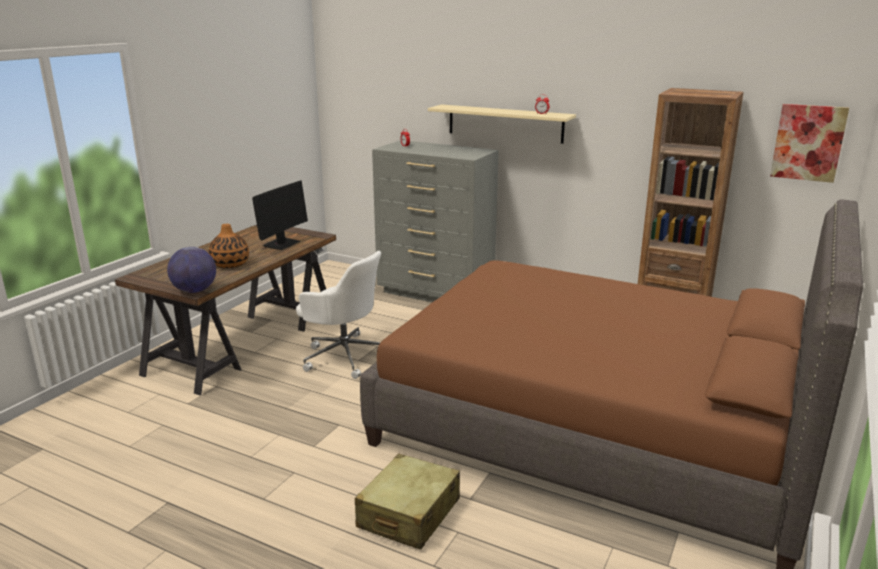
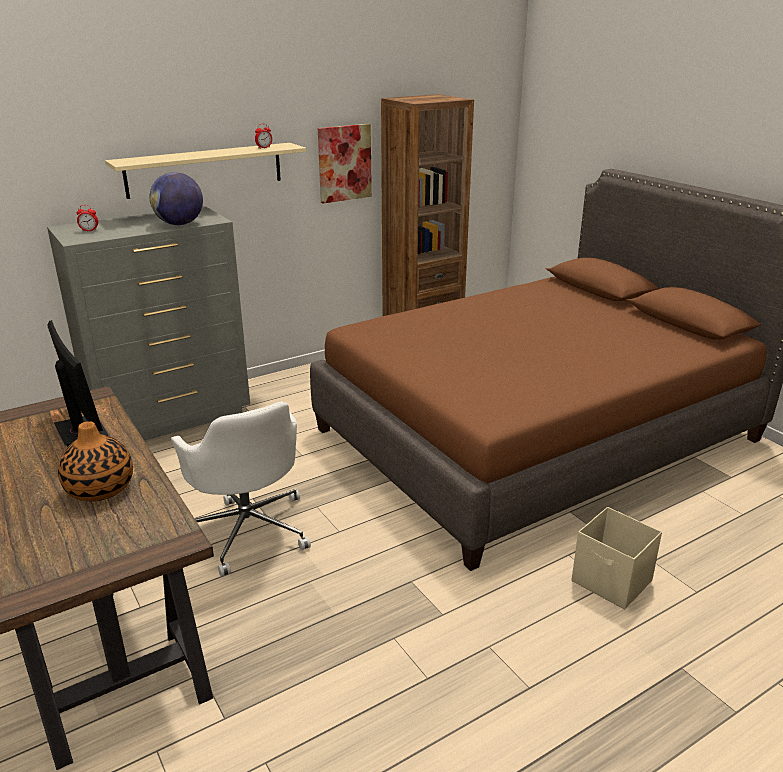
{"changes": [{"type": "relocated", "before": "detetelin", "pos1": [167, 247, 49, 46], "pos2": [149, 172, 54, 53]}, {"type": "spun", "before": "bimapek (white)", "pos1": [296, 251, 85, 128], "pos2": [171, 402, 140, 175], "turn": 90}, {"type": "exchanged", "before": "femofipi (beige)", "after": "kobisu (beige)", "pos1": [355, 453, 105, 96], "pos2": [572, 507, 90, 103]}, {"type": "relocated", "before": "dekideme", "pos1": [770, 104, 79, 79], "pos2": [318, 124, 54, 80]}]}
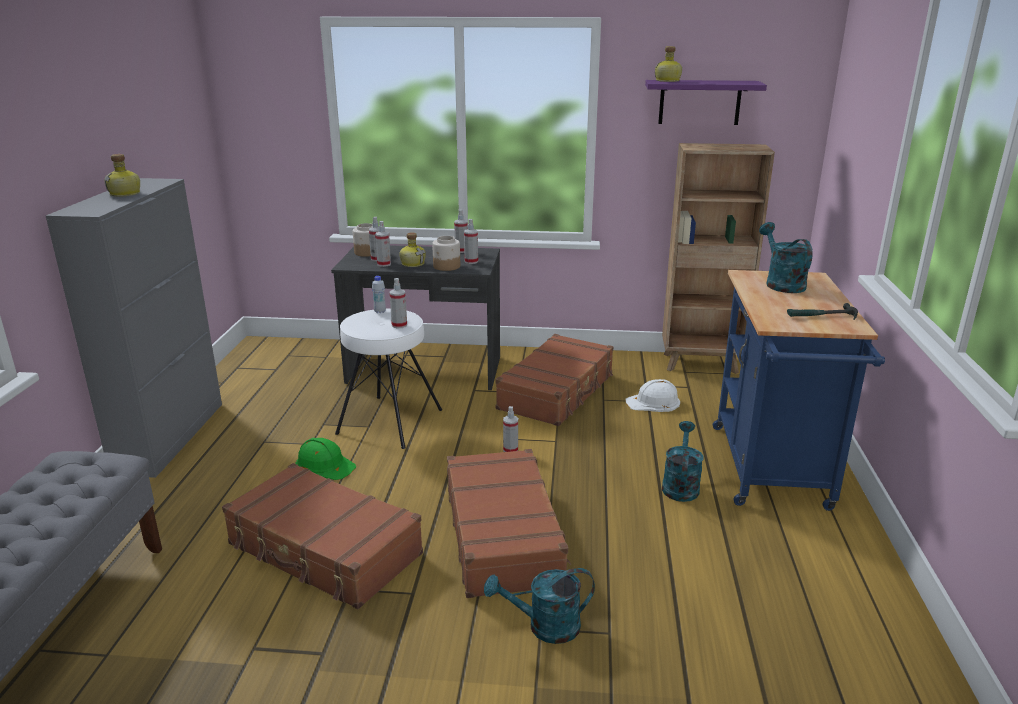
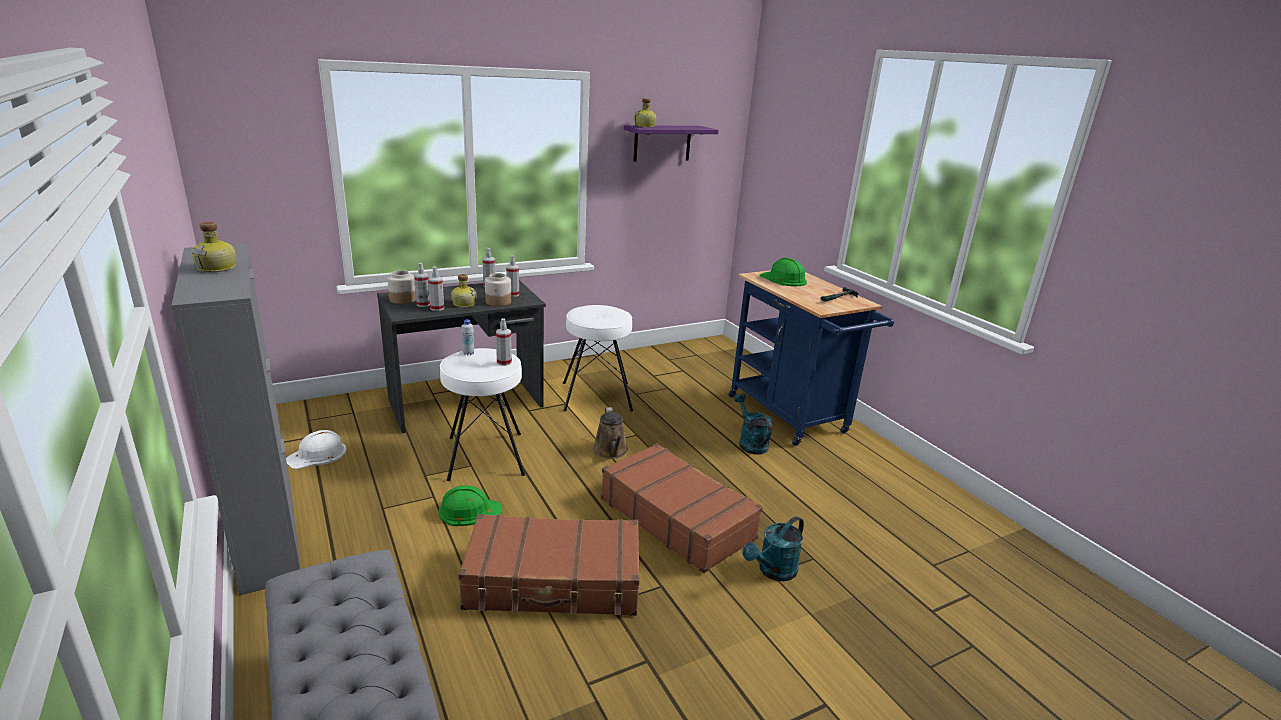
{"changes": [{"type": "exchanged", "before": "femofipi (brown)", "after": "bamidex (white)", "pos1": [496, 334, 117, 92], "pos2": [563, 305, 70, 106]}, {"type": "exchanged", "before": "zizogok", "after": "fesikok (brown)", "pos1": [503, 406, 15, 46], "pos2": [593, 407, 35, 51]}, {"type": "relocated", "before": "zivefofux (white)", "pos1": [625, 379, 55, 33], "pos2": [286, 430, 61, 39]}, {"type": "missing", "before": "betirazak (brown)", "pos1": [662, 143, 113, 231]}, {"type": "exchanged", "before": "fesikok (turquoise)", "after": "zivefofux (green)", "pos1": [759, 222, 54, 71], "pos2": [760, 258, 47, 28]}]}
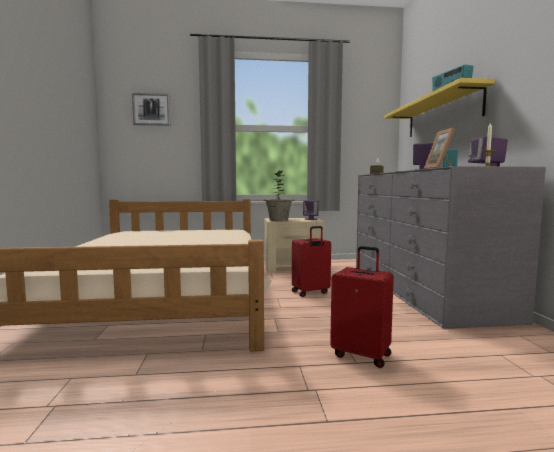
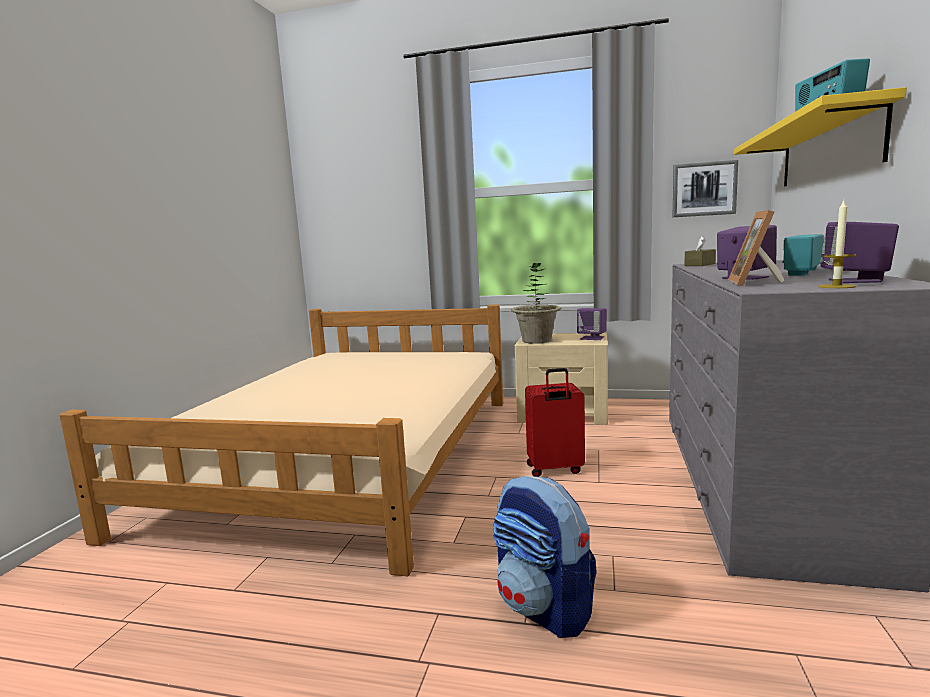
{"changes": [{"type": "relocated", "before": "dekideme", "pos1": [132, 93, 38, 33], "pos2": [673, 160, 65, 57]}, {"type": "exchanged", "before": "femofipi (red)", "after": "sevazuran", "pos1": [330, 246, 64, 122], "pos2": [493, 476, 104, 162]}]}
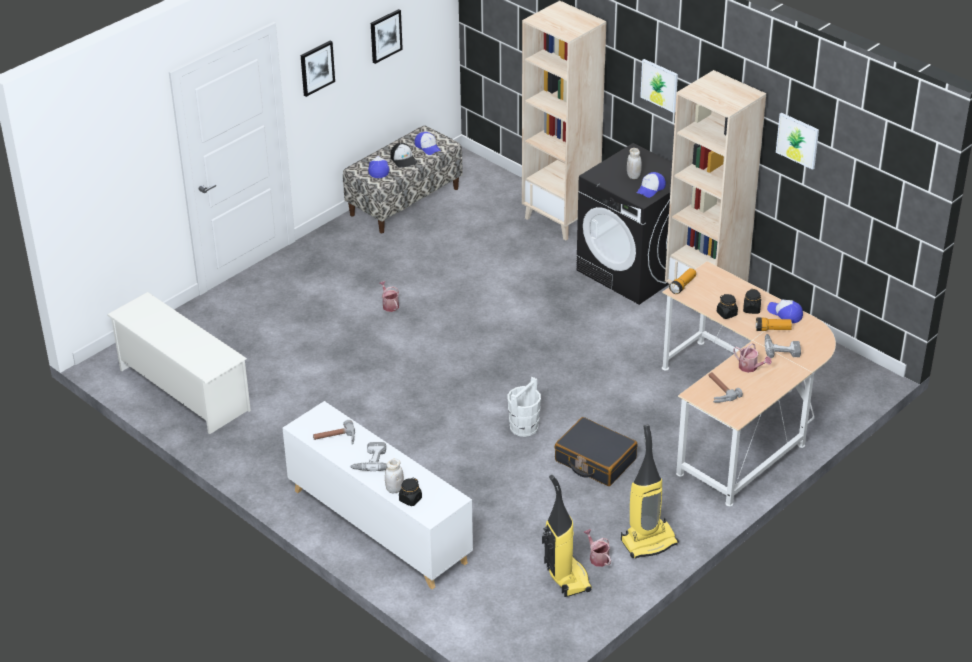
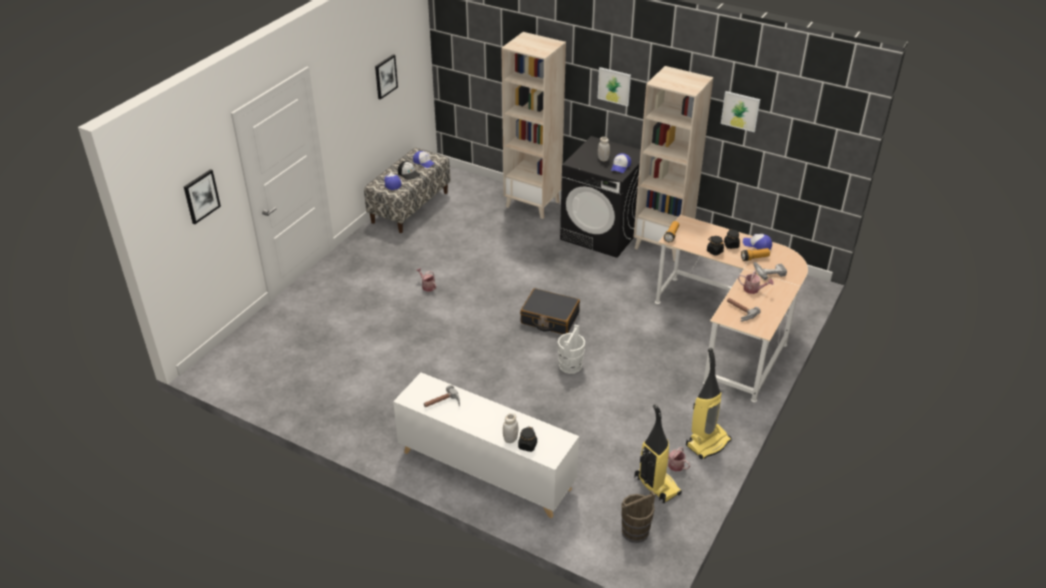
{"changes": [{"type": "missing", "before": "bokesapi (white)", "pos1": [107, 292, 144, 142]}, {"type": "relocated", "before": "dekideme", "pos1": [301, 41, 34, 56], "pos2": [184, 169, 37, 55]}, {"type": "missing", "before": "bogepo", "pos1": [350, 442, 37, 30]}, {"type": "relocated", "before": "femofipi (black)", "pos1": [554, 417, 83, 69], "pos2": [520, 288, 60, 46]}, {"type": "appeared", "after": "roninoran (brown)", "pos2": [621, 490, 34, 53]}]}
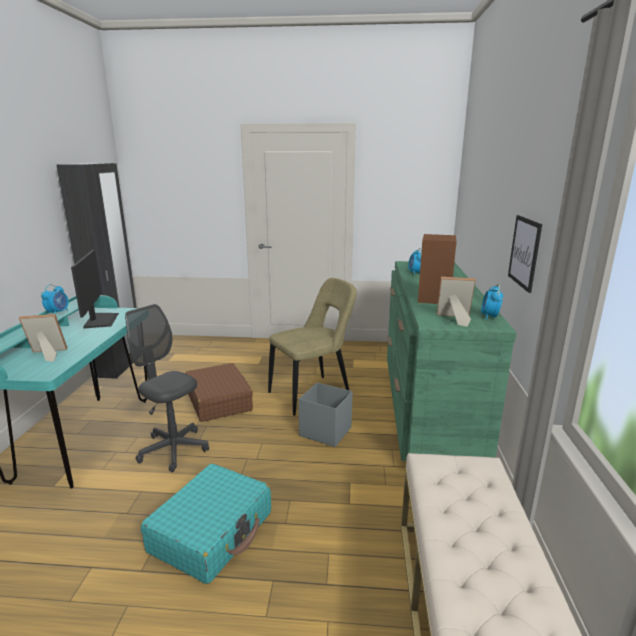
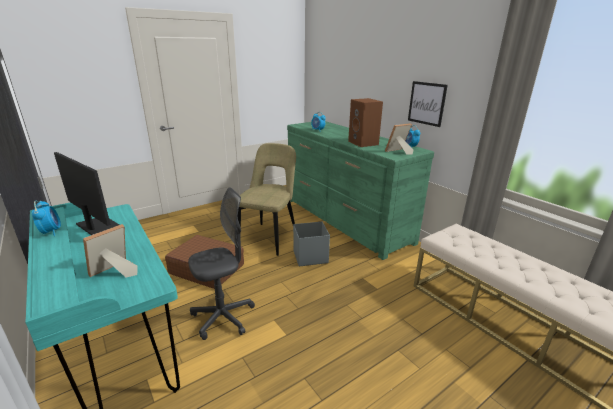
{"changes": [{"type": "spun", "before": "bimapek (grey)", "pos1": [125, 304, 84, 168], "pos2": [188, 187, 67, 153], "turn": 150}, {"type": "missing", "before": "femofipi (turquoise)", "pos1": [141, 463, 130, 121]}]}
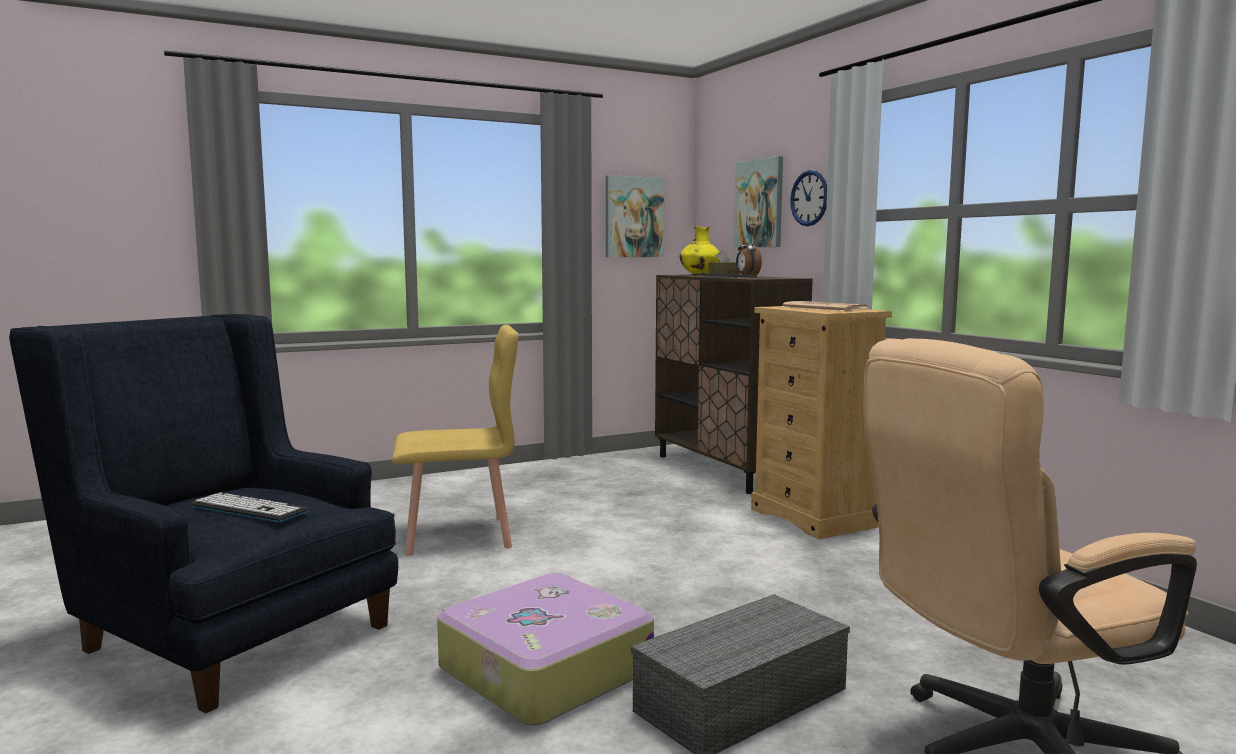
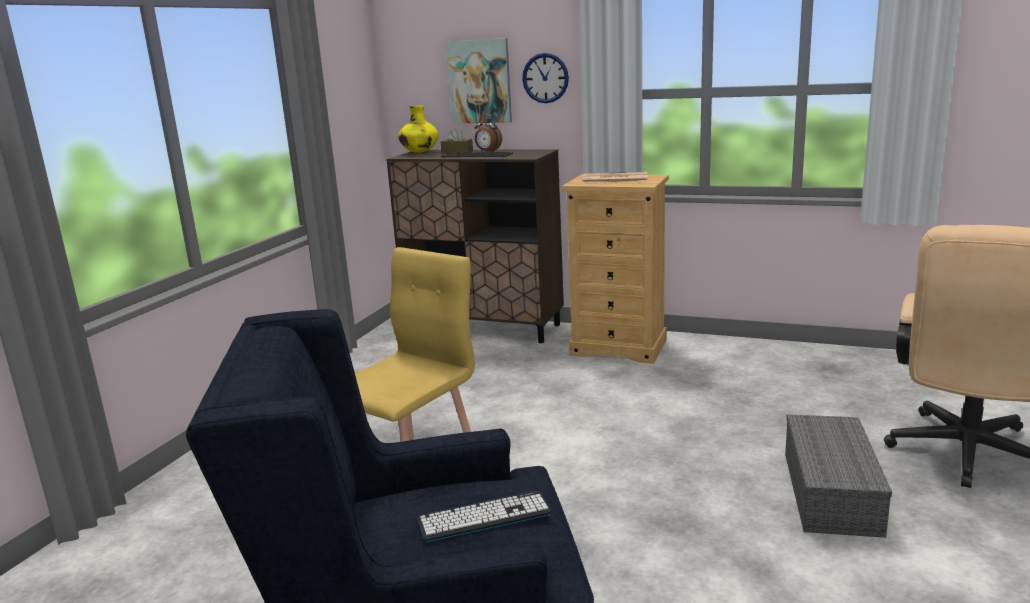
{"changes": [{"type": "missing", "before": "femofipi", "pos1": [437, 573, 217, 153]}, {"type": "missing", "before": "dekideme", "pos1": [606, 175, 58, 82]}]}
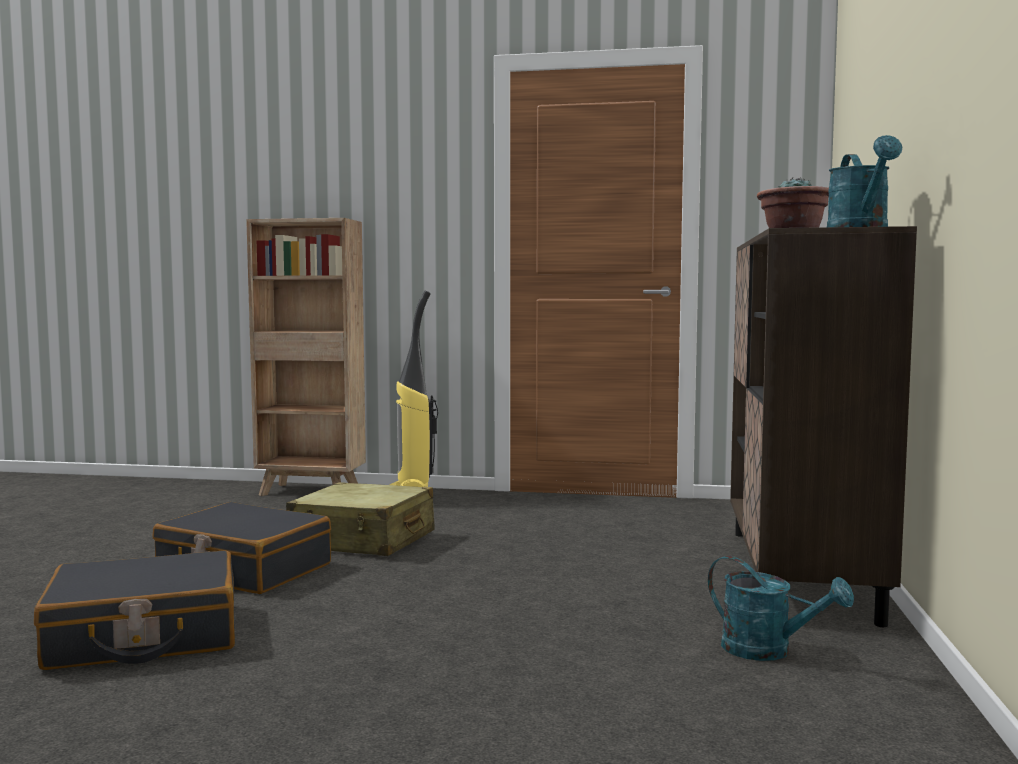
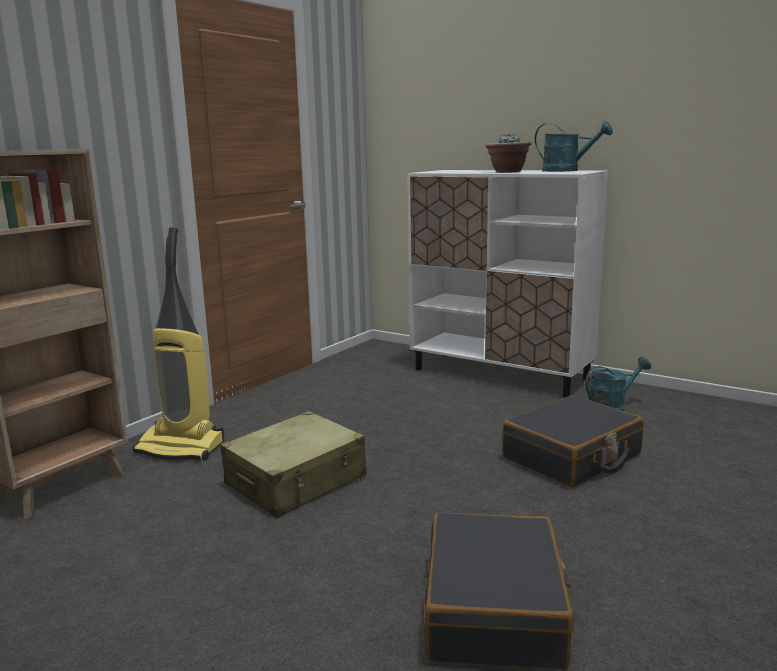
{"changes": [{"type": "relocated", "before": "femofipi (black)", "pos1": [153, 502, 178, 92], "pos2": [502, 395, 142, 92]}, {"type": "colour", "before": "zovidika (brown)", "after": "zovidika (white)", "pos1": [730, 226, 187, 401], "pos2": [407, 170, 201, 228]}]}
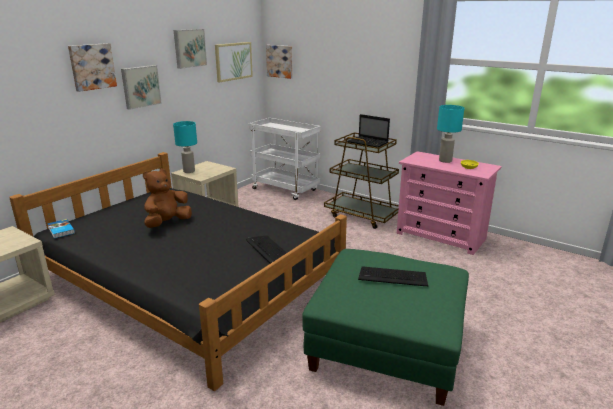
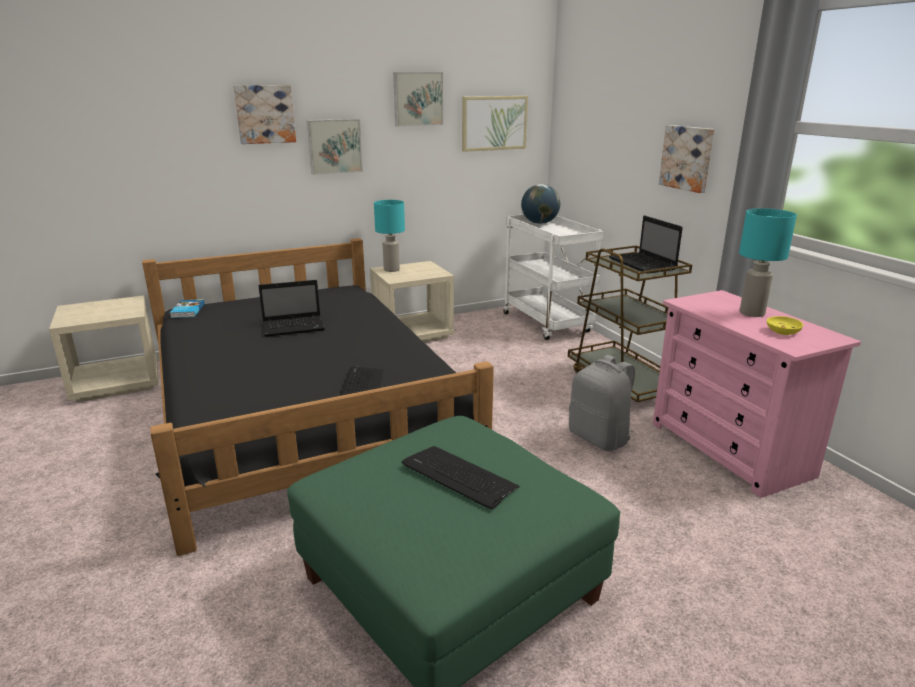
{"changes": [{"type": "exchanged", "before": "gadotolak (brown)", "after": "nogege", "pos1": [143, 169, 49, 59], "pos2": [258, 280, 67, 57]}, {"type": "relocated", "before": "dekideme", "pos1": [266, 45, 27, 34], "pos2": [659, 125, 55, 68]}, {"type": "appeared", "after": "detetelin", "pos2": [521, 184, 39, 40]}, {"type": "appeared", "after": "sevazuran (grey)", "pos2": [569, 355, 66, 96]}]}
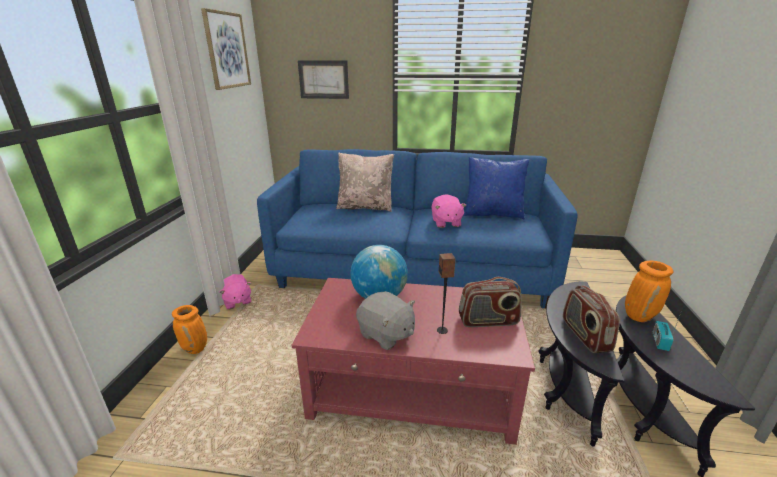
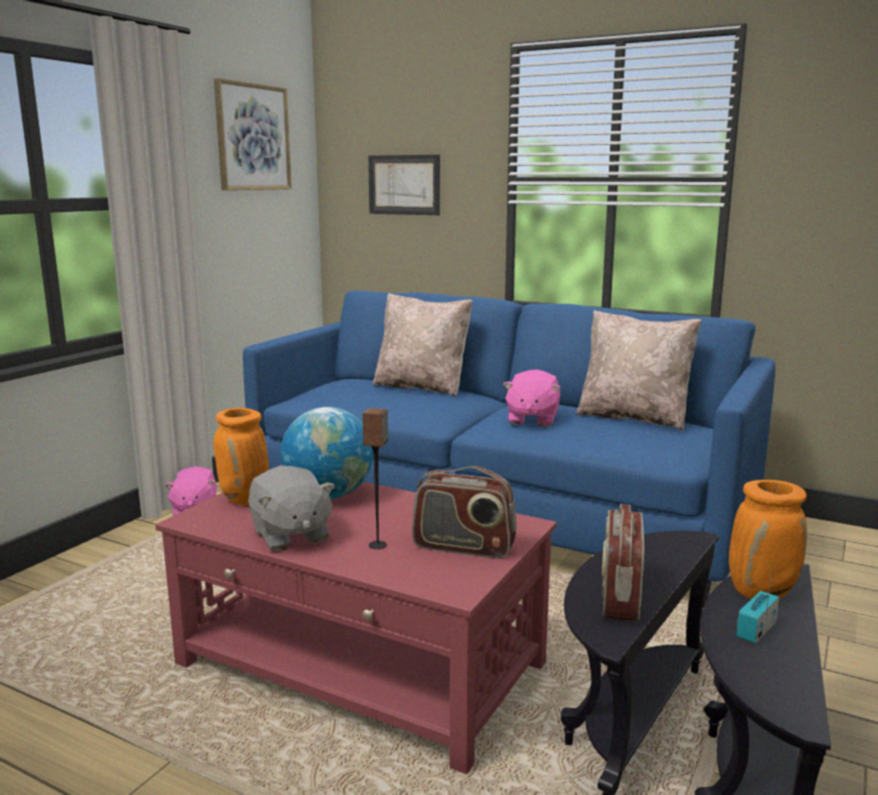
{"changes": [{"type": "relocated", "before": "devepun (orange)", "pos1": [172, 305, 35, 49], "pos2": [214, 408, 55, 97]}, {"type": "colour", "before": "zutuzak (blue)", "after": "zutuzak (beige)", "pos1": [463, 157, 66, 63], "pos2": [576, 310, 126, 121]}]}
